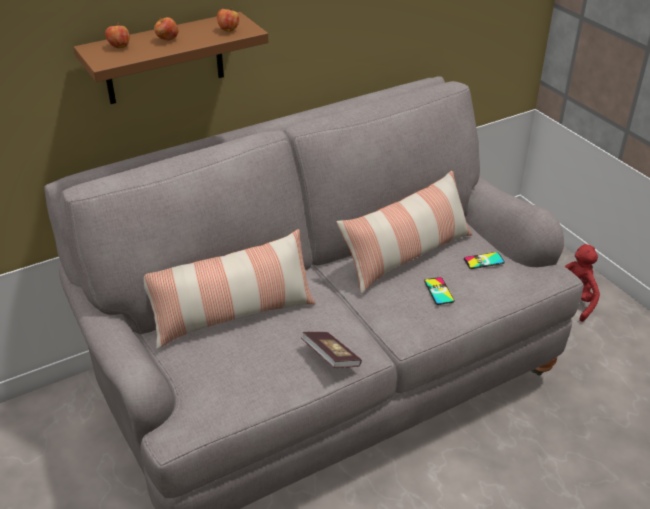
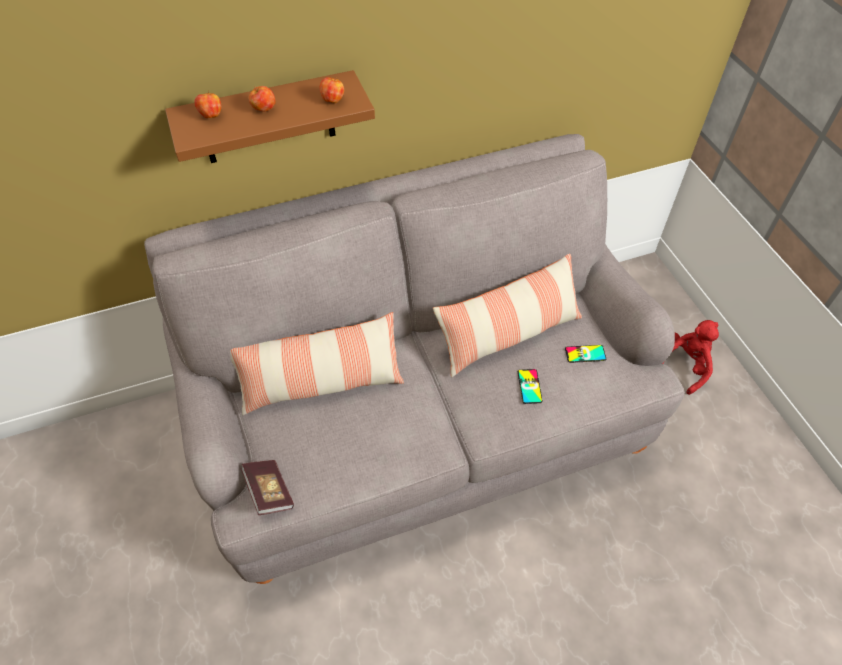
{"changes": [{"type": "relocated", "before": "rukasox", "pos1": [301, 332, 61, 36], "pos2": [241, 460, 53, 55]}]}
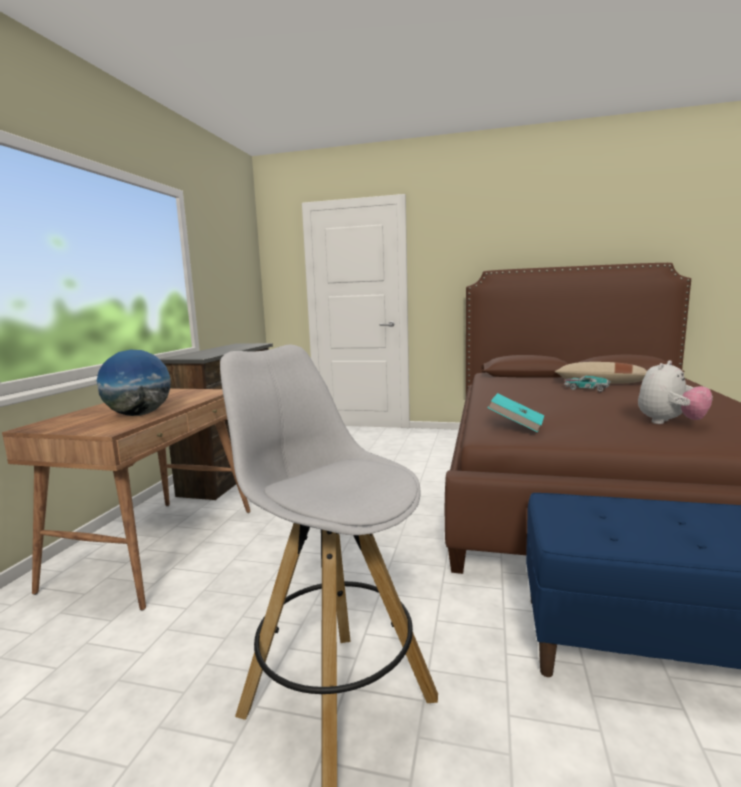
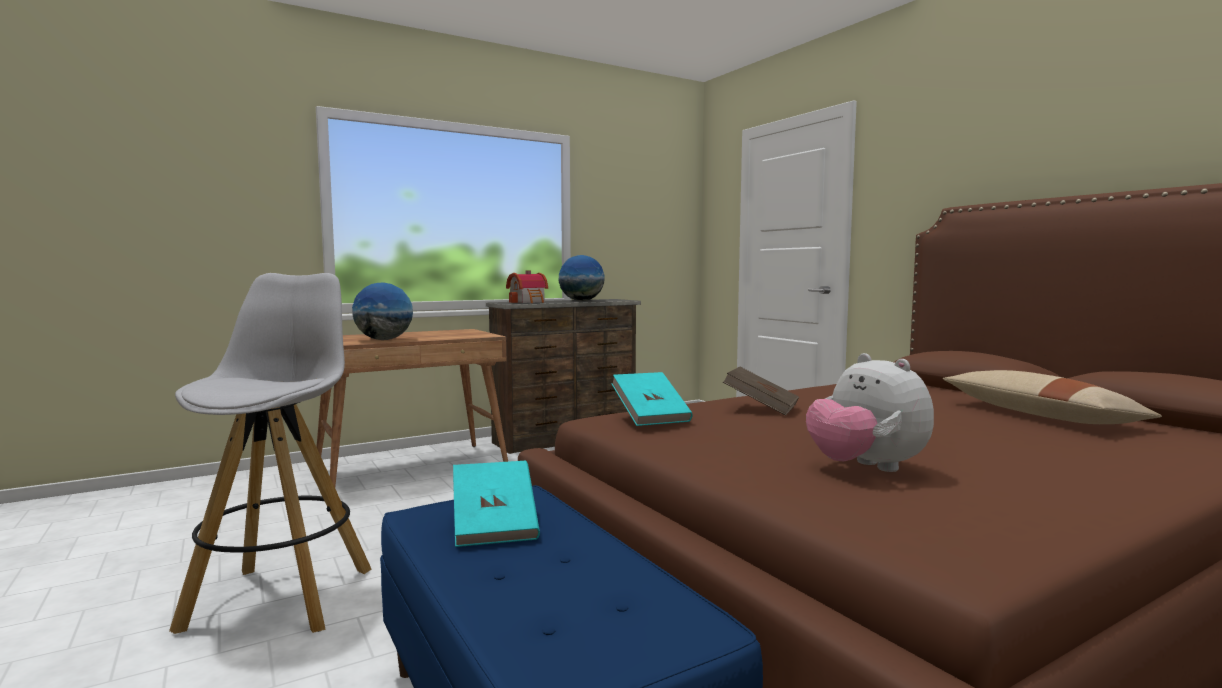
{"changes": [{"type": "missing", "before": "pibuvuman", "pos1": [564, 376, 47, 16]}, {"type": "spun", "before": "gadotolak", "pos1": [638, 360, 75, 64], "pos2": [806, 353, 128, 119], "turn": 60}, {"type": "appeared", "after": "rukasox (turquoise)", "pos2": [453, 461, 87, 86]}, {"type": "appeared", "after": "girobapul", "pos2": [506, 271, 42, 32]}, {"type": "appeared", "after": "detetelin", "pos2": [559, 255, 45, 46]}, {"type": "appeared", "after": "rukasox (brown)", "pos2": [723, 367, 76, 48]}]}
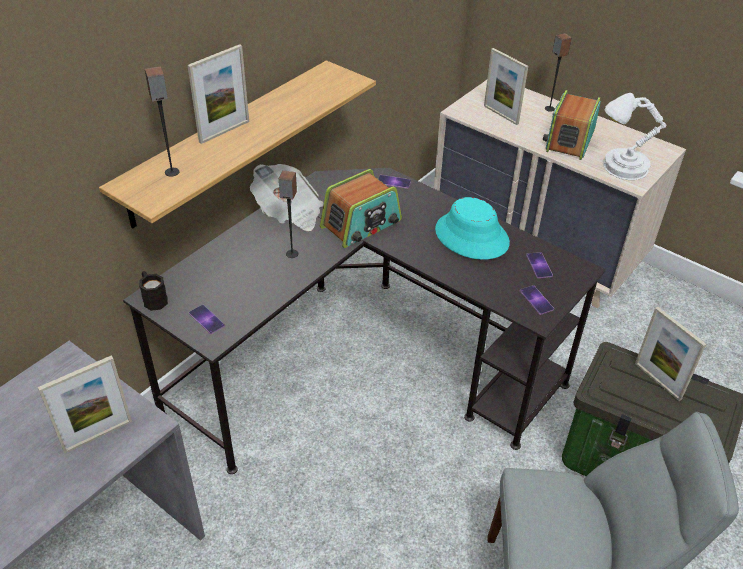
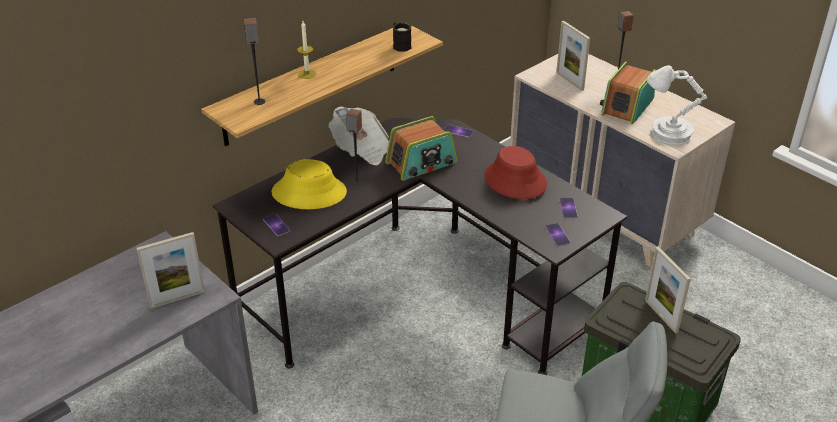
{"changes": [{"type": "relocated", "before": "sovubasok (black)", "pos1": [139, 271, 29, 40], "pos2": [393, 22, 19, 29]}, {"type": "exchanged", "before": "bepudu", "after": "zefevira", "pos1": [188, 44, 61, 100], "pos2": [297, 21, 19, 58]}, {"type": "colour", "before": "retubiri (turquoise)", "after": "retubiri (red)", "pos1": [435, 197, 75, 63], "pos2": [484, 146, 63, 53]}, {"type": "appeared", "after": "retubiri (yellow)", "pos2": [271, 159, 76, 50]}]}
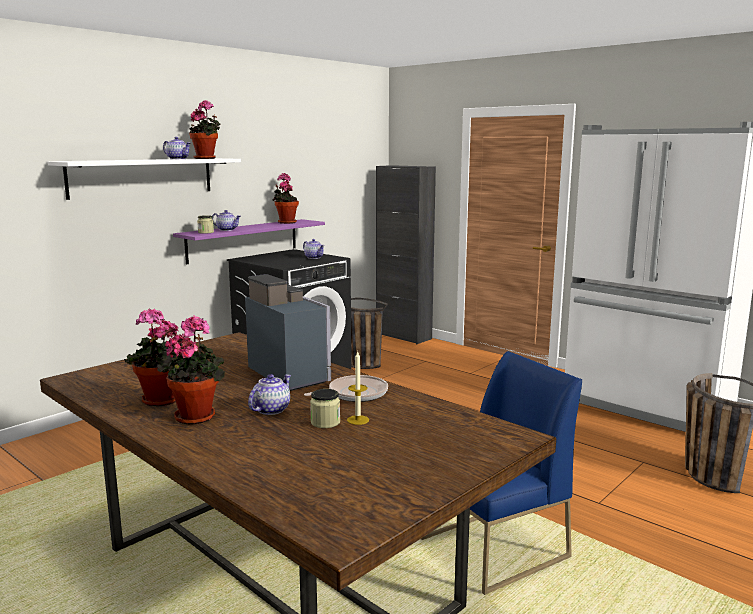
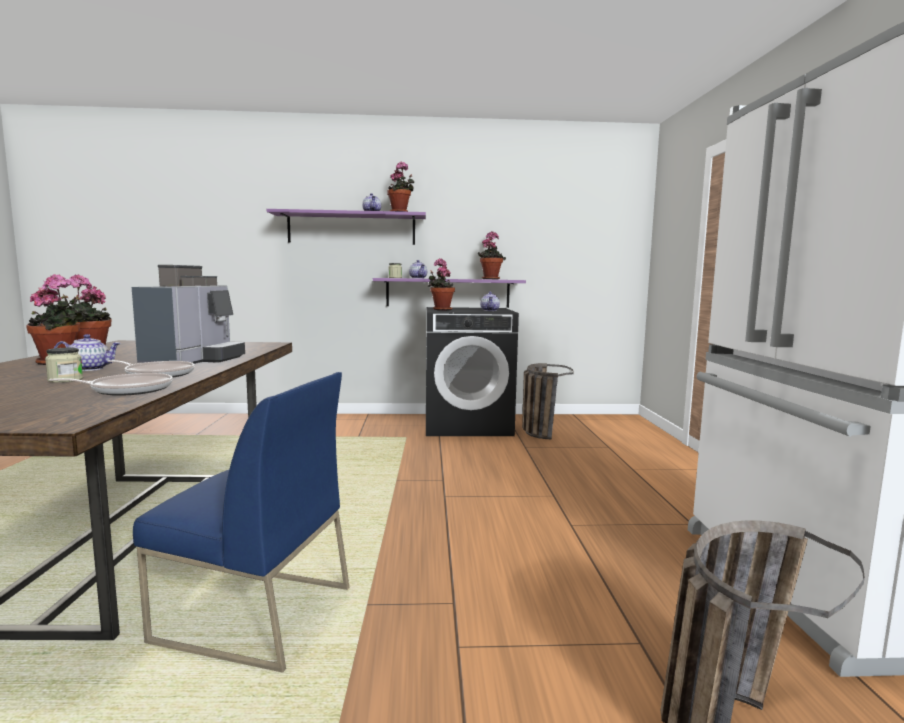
{"changes": [{"type": "colour", "before": "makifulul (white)", "after": "makifulul (purple)", "pos1": [47, 158, 194, 42], "pos2": [267, 209, 159, 36]}, {"type": "missing", "before": "zefevira", "pos1": [347, 351, 22, 74]}, {"type": "missing", "before": "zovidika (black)", "pos1": [376, 165, 60, 179]}, {"type": "appeared", "after": "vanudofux", "pos2": [49, 373, 124, 23]}, {"type": "appeared", "after": "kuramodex", "pos2": [428, 258, 27, 52]}]}
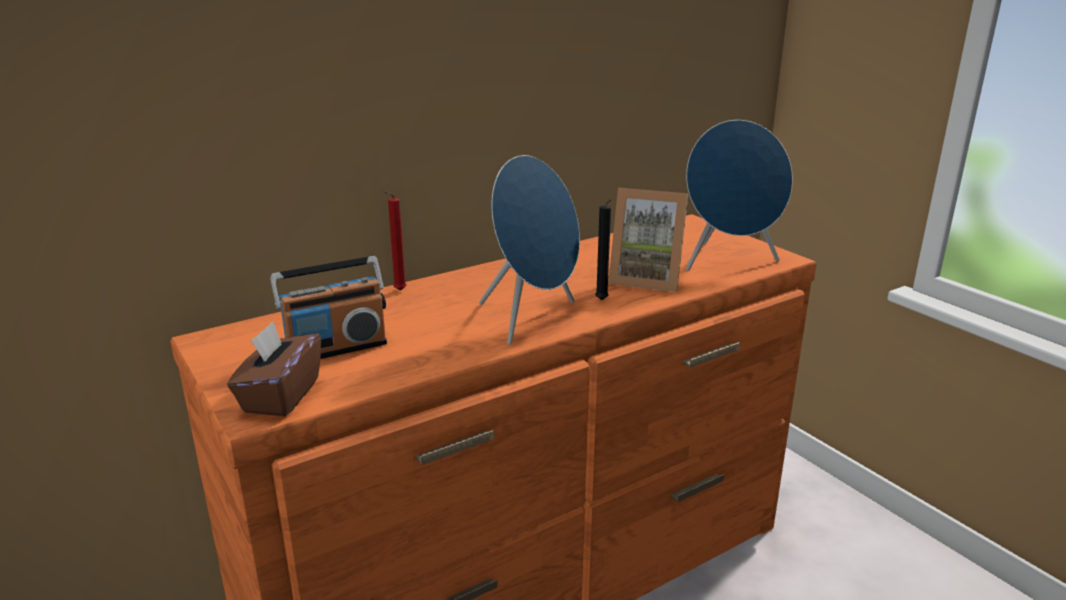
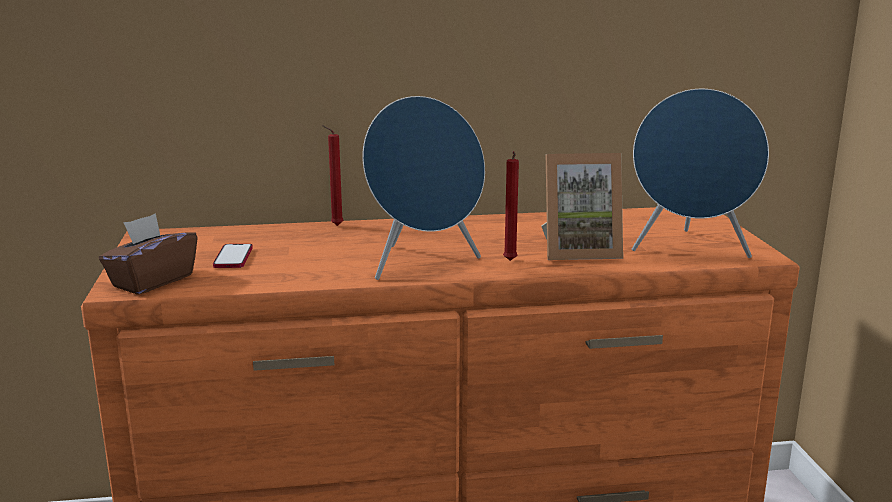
{"changes": [{"type": "exchanged", "before": "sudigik", "after": "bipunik", "pos1": [270, 256, 117, 103], "pos2": [213, 244, 40, 24]}, {"type": "colour", "before": "zefevira (black)", "after": "zefevira (red)", "pos1": [595, 199, 17, 101], "pos2": [503, 151, 16, 110]}, {"type": "spun", "before": "bepudu", "pos1": [608, 188, 80, 104], "pos2": [541, 153, 82, 107], "turn": -45}]}
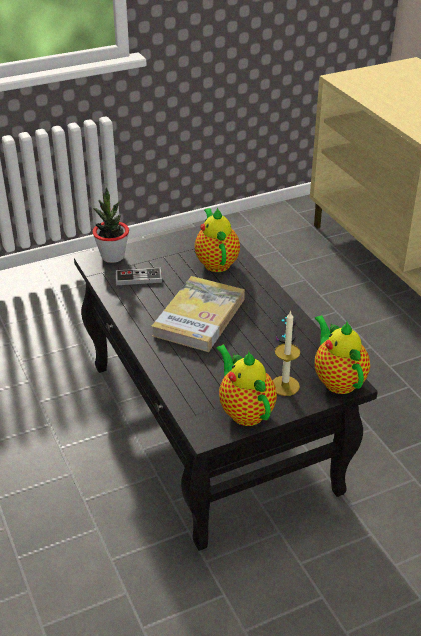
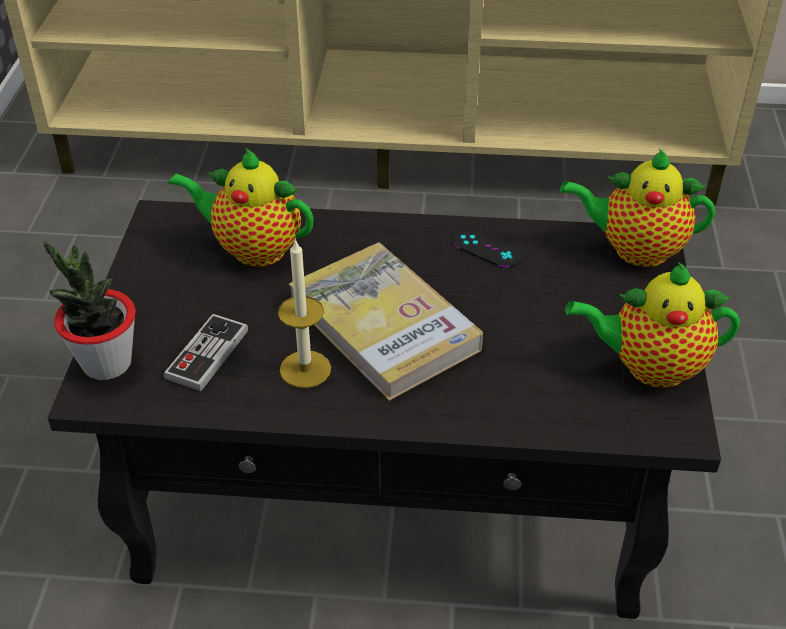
{"changes": [{"type": "relocated", "before": "zefevira", "pos1": [273, 310, 27, 86], "pos2": [278, 238, 53, 150]}]}
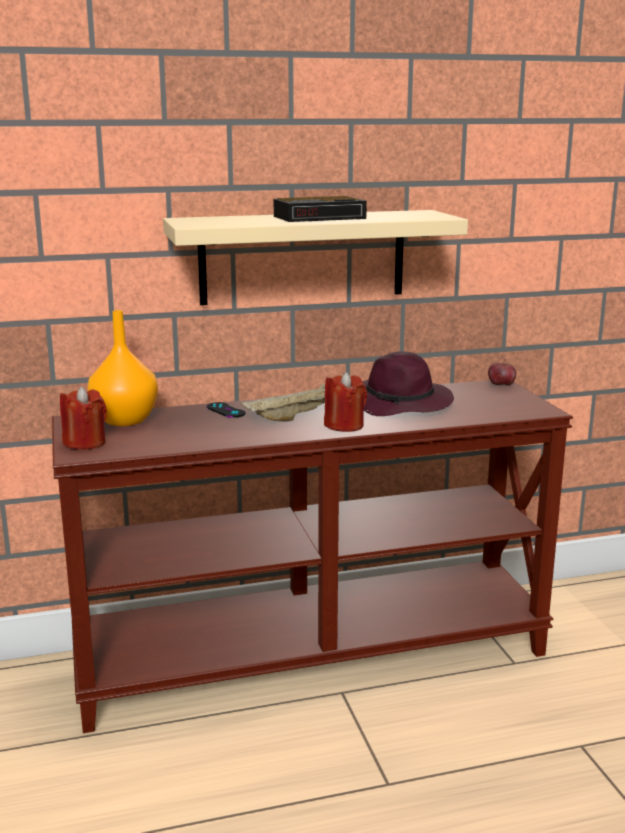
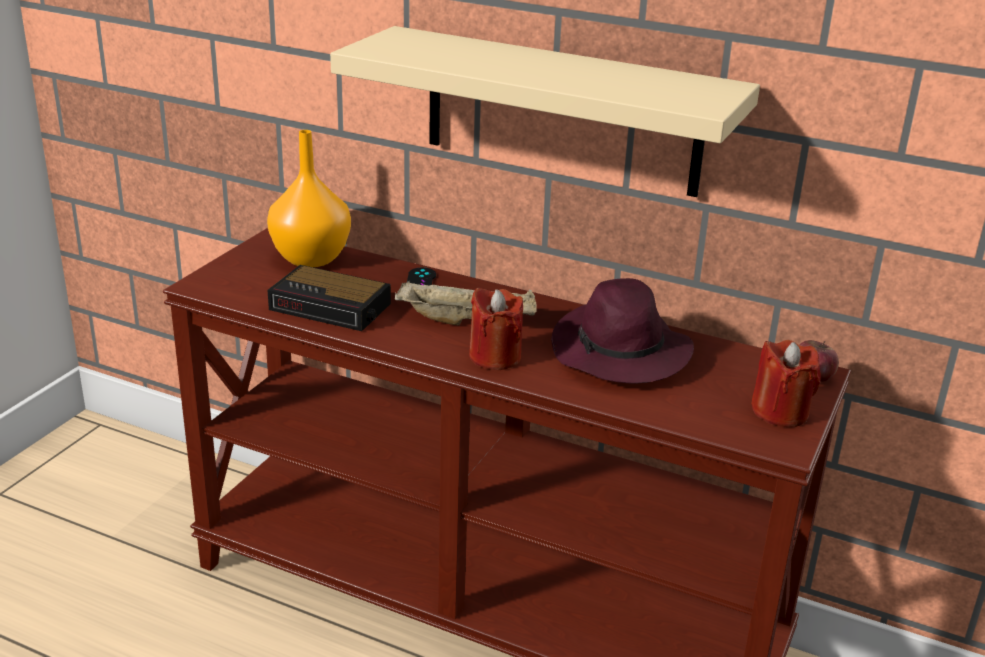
{"changes": [{"type": "relocated", "before": "zefevira (red)", "pos1": [60, 387, 47, 63], "pos2": [751, 340, 70, 87]}, {"type": "relocated", "before": "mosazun", "pos1": [274, 196, 93, 26], "pos2": [268, 265, 123, 66]}]}
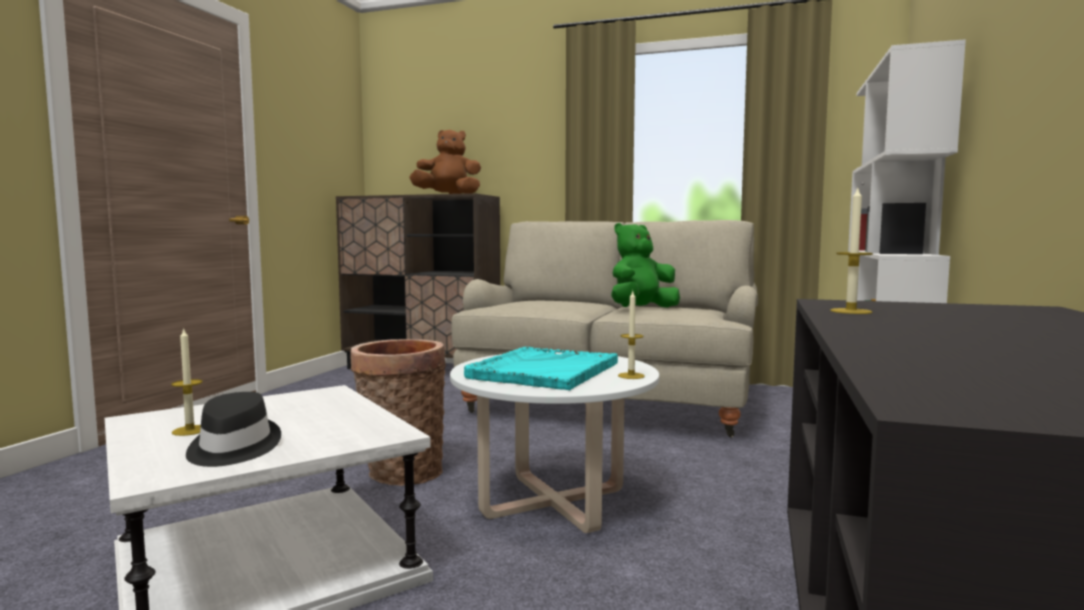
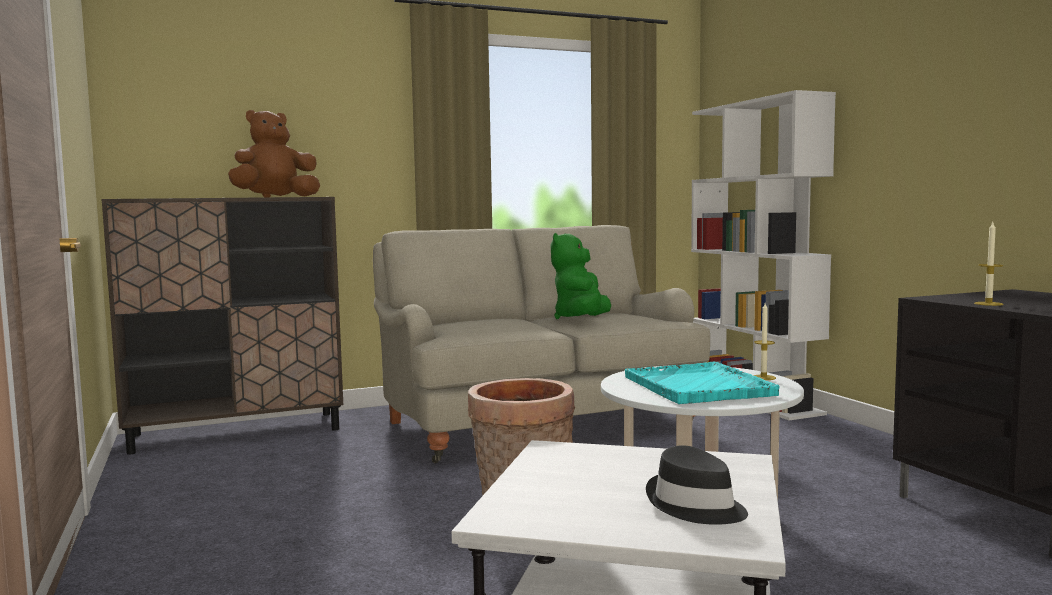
{"changes": [{"type": "missing", "before": "zefevira", "pos1": [171, 327, 32, 109]}]}
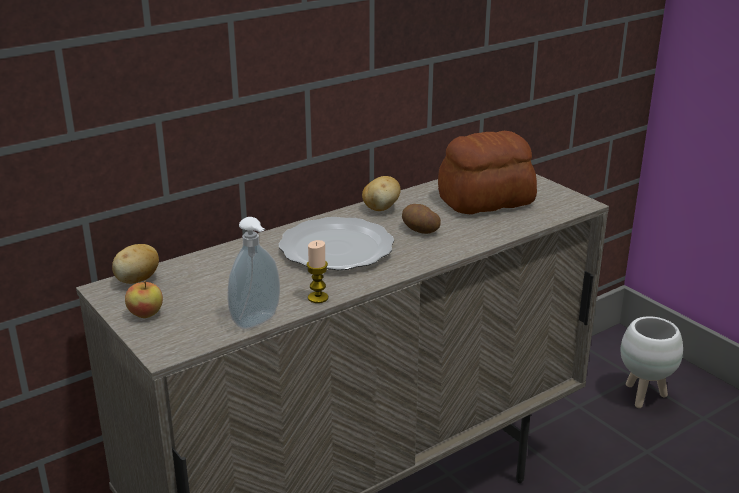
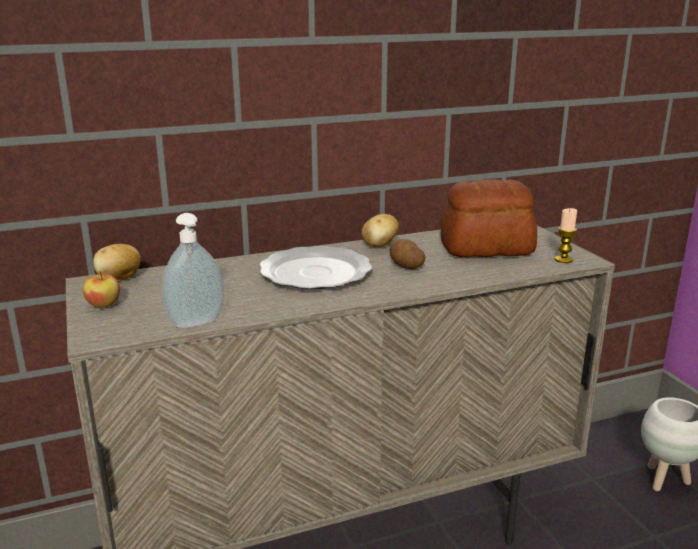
{"changes": [{"type": "relocated", "before": "zefevira", "pos1": [306, 240, 22, 63], "pos2": [555, 208, 22, 55]}]}
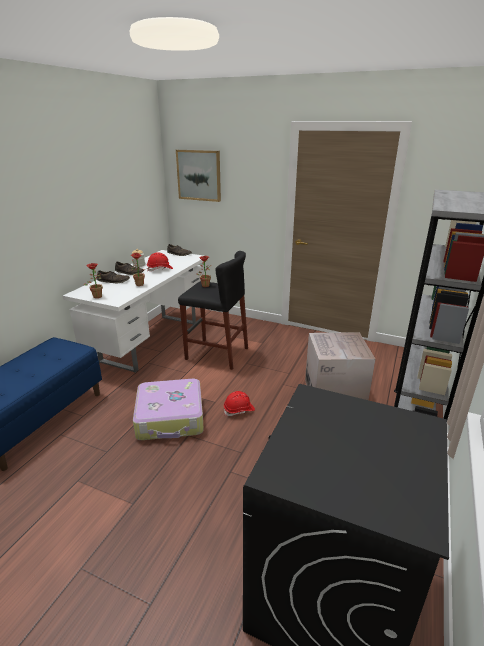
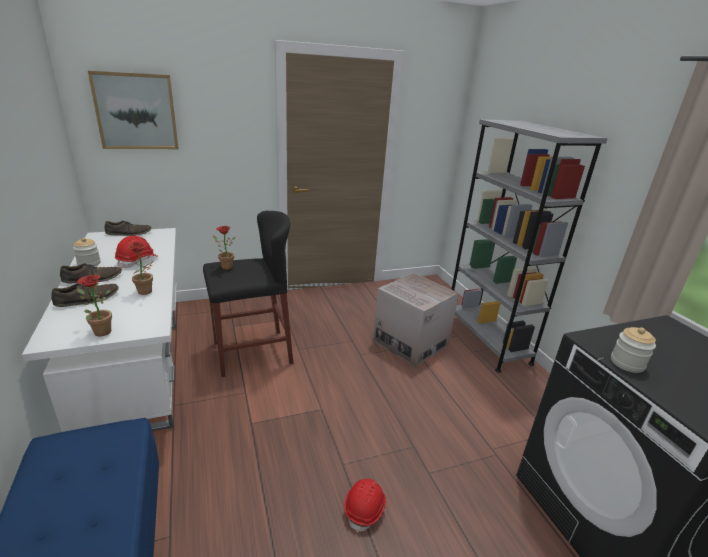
{"changes": [{"type": "missing", "before": "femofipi", "pos1": [133, 379, 71, 61]}, {"type": "relocated", "before": "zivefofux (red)", "pos1": [224, 391, 31, 25], "pos2": [344, 479, 42, 54]}, {"type": "appeared", "after": "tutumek", "pos2": [611, 327, 45, 46]}]}
